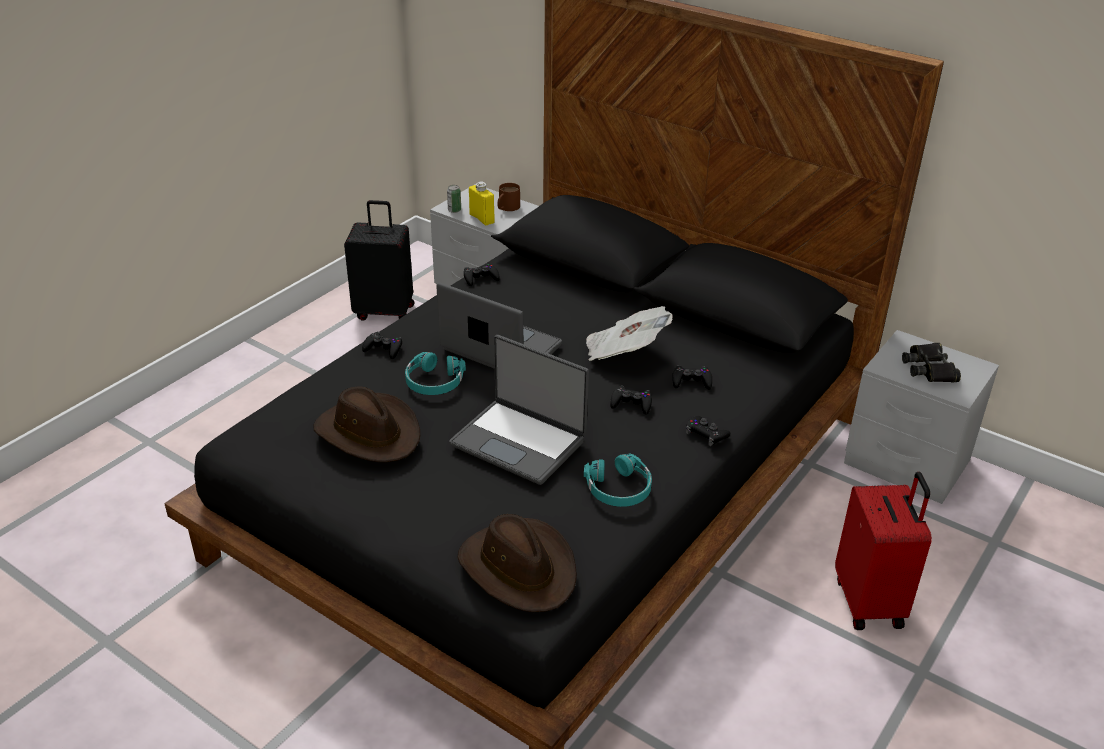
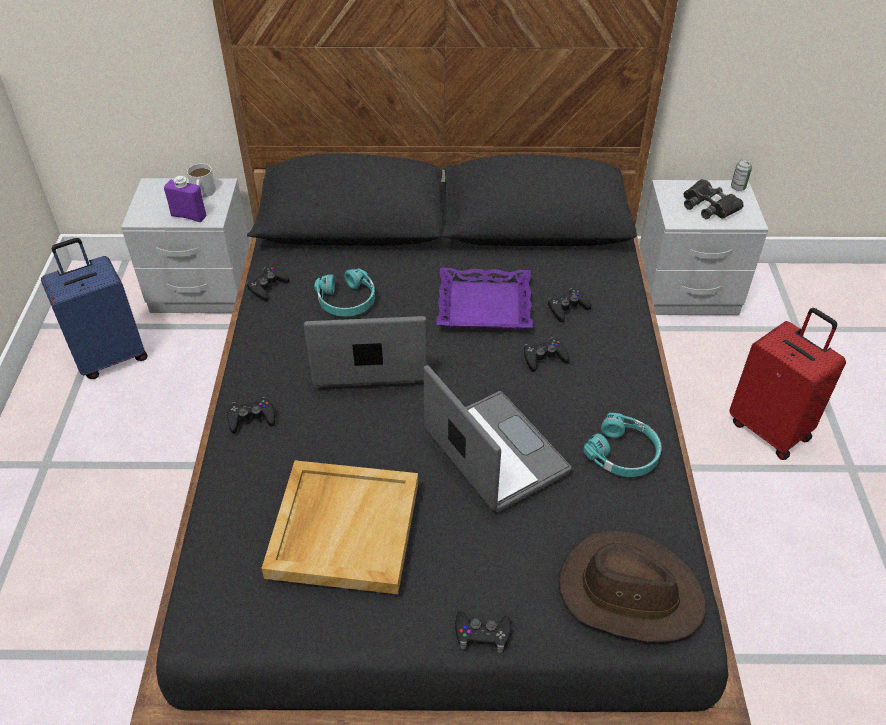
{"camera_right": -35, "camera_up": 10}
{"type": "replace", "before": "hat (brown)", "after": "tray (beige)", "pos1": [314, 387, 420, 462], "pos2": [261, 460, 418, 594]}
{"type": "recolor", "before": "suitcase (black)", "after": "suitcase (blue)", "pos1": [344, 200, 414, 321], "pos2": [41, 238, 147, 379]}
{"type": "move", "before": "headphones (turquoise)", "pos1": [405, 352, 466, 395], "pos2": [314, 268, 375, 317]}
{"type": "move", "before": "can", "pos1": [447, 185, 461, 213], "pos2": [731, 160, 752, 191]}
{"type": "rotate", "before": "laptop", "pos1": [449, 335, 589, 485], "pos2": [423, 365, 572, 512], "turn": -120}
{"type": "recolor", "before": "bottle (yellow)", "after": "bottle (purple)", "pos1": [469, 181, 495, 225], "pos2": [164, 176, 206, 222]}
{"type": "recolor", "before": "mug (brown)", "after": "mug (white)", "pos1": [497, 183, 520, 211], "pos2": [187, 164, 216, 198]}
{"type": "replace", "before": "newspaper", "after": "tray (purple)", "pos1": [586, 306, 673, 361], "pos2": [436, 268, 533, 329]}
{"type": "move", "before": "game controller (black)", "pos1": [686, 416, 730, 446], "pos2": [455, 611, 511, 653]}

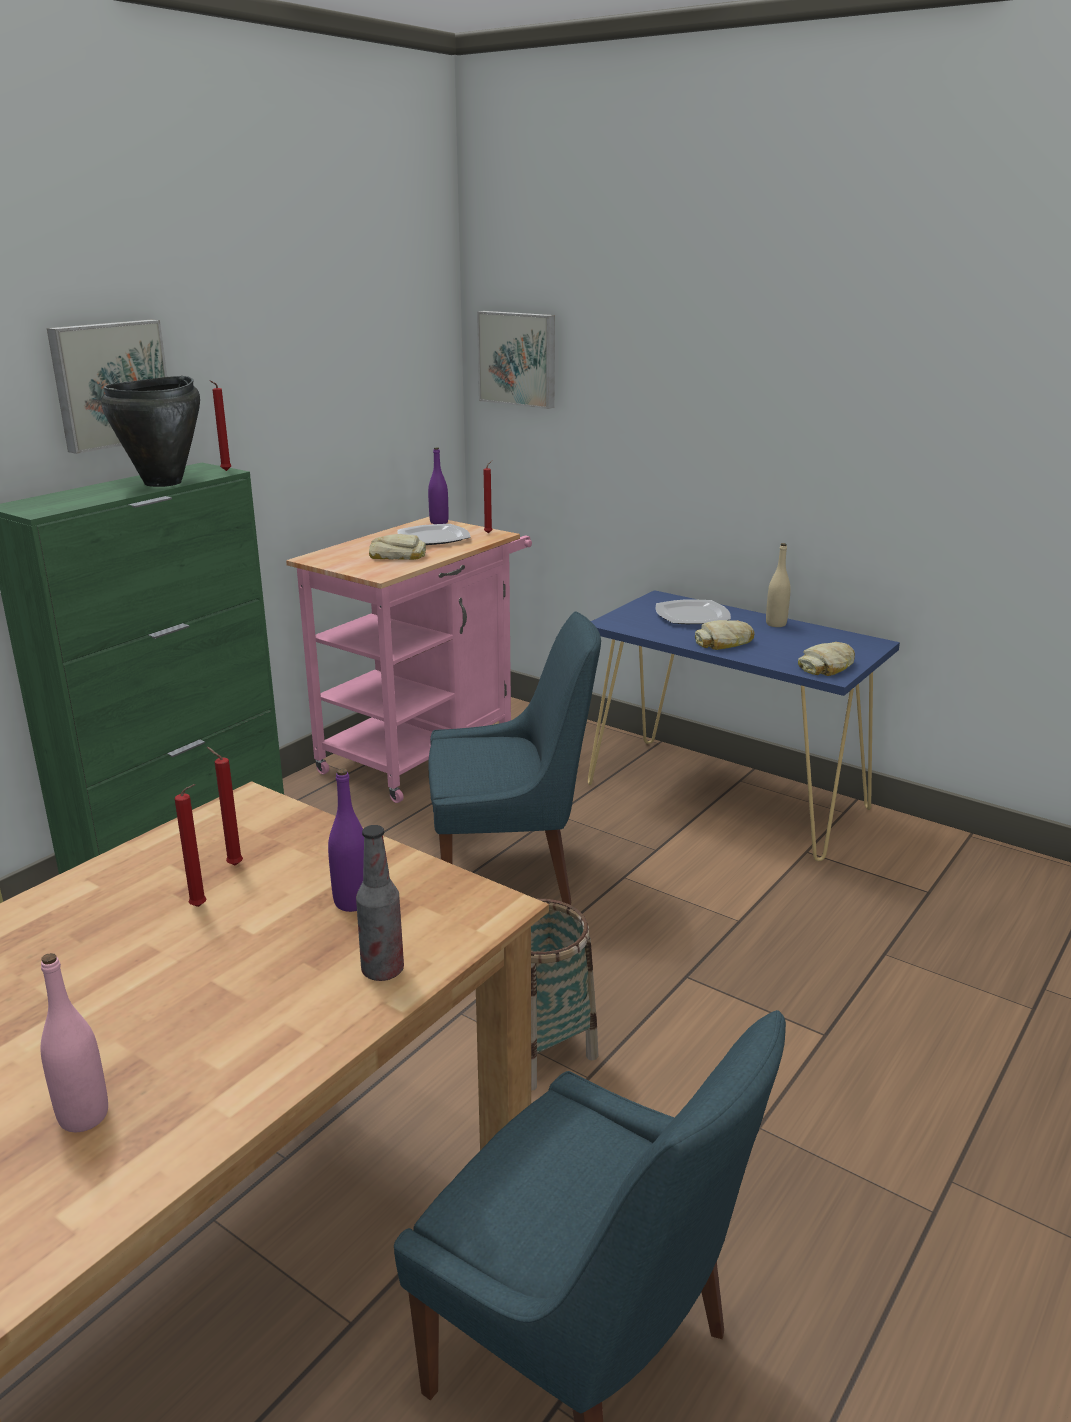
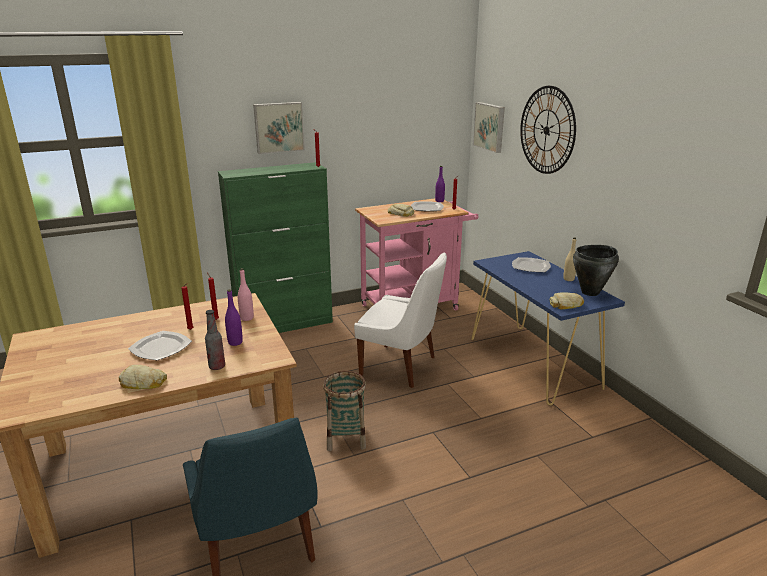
{"camera_right": 30, "camera_up": 0}
{"type": "move", "before": "bottle (pink)", "pos1": [41, 953, 108, 1132], "pos2": [238, 268, 254, 321]}
{"type": "move", "before": "cooking pot (black)", "pos1": [101, 376, 200, 487], "pos2": [573, 245, 619, 296]}
{"type": "recolor", "before": "chair (blue)", "after": "chair (white)", "pos1": [428, 611, 601, 905], "pos2": [354, 252, 447, 388]}
{"type": "move", "before": "bread", "pos1": [695, 620, 755, 650], "pos2": [119, 365, 167, 389]}
{"type": "insert", "after": "plate", "pos2": [128, 331, 192, 360]}
{"type": "insert", "after": "wall clock", "pos2": [520, 86, 576, 174]}

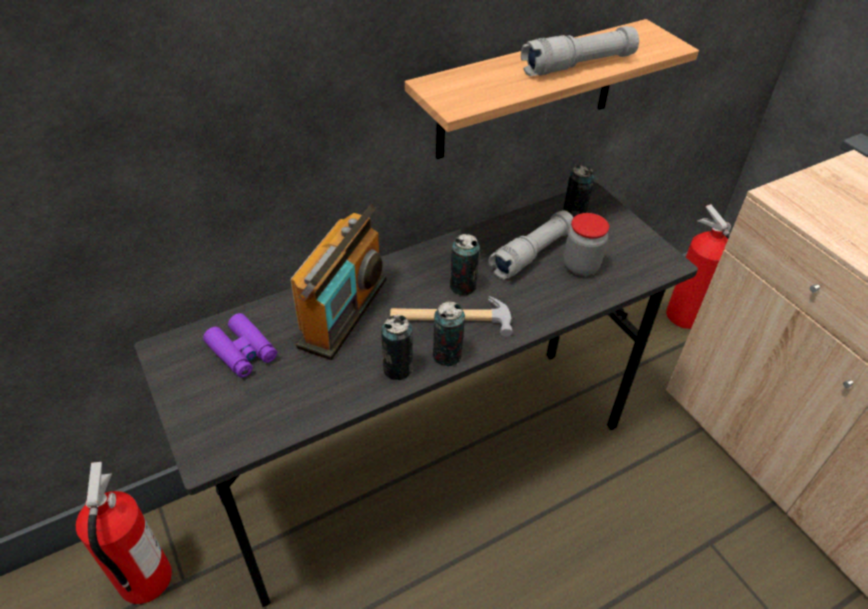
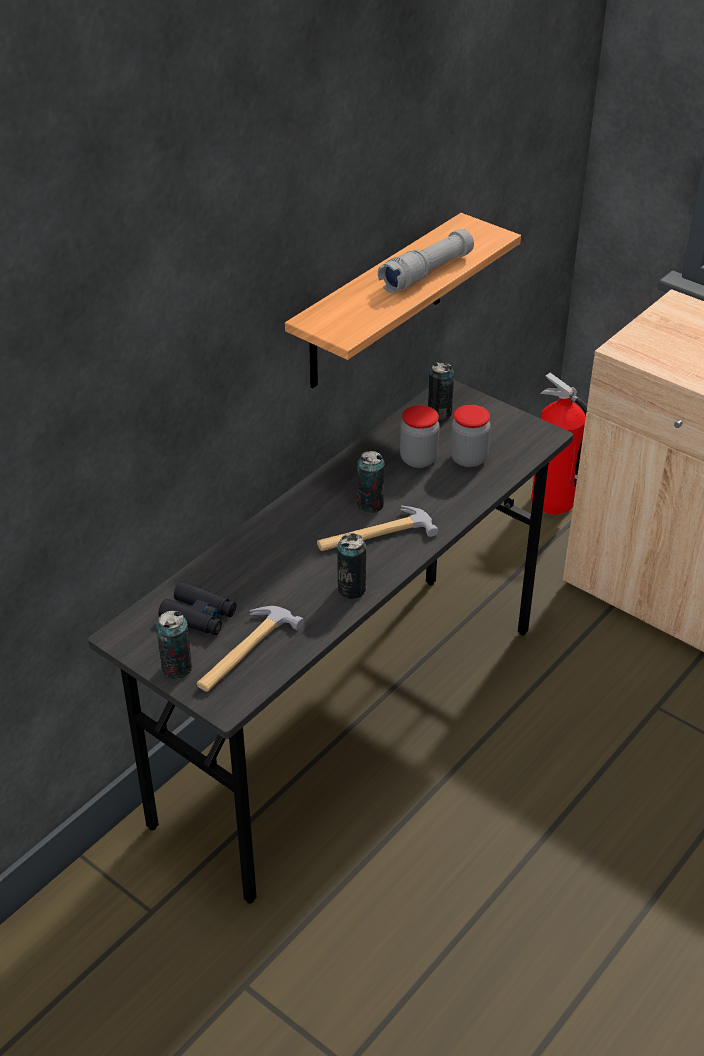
{"camera_right": -20, "camera_up": -5}
{"type": "delete", "before": "fire extinguisher", "pos1": [76, 462, 172, 604]}
{"type": "recolor", "before": "binoculars (purple)", "after": "binoculars (black)", "pos1": [203, 313, 277, 378], "pos2": [159, 581, 236, 636]}
{"type": "delete", "before": "radio", "pos1": [290, 204, 386, 360]}
{"type": "move", "before": "can", "pos1": [432, 302, 465, 367], "pos2": [156, 611, 192, 679]}
{"type": "replace", "before": "flashlight (grey)", "after": "jar", "pos1": [488, 210, 573, 280], "pos2": [400, 405, 440, 468]}
{"type": "insert", "after": "hammer", "pos2": [197, 606, 304, 692]}

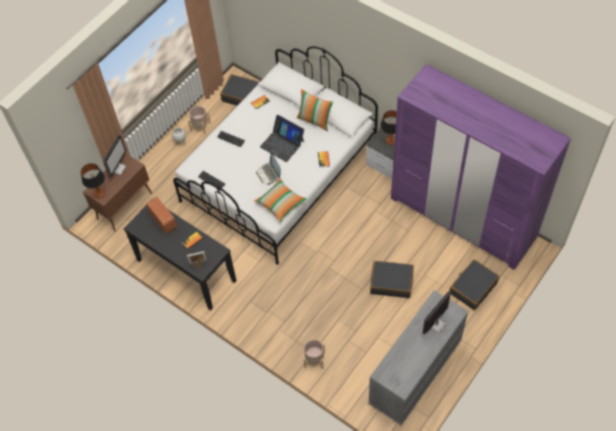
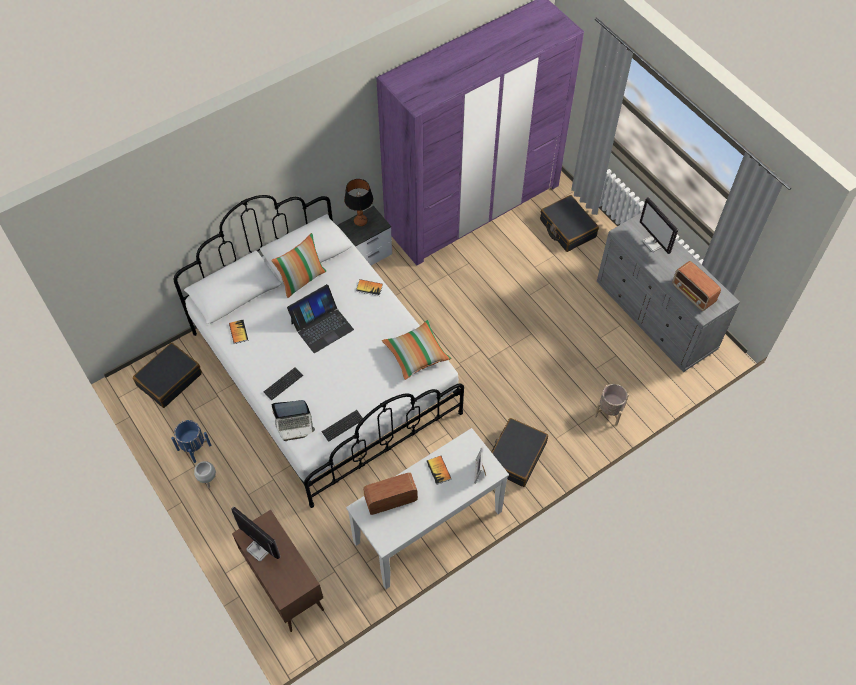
{"camera_right": -75, "camera_up": 0}
{"type": "delete", "before": "table lamp", "pos1": [81, 163, 105, 198]}
{"type": "recolor", "before": "console table (black)", "after": "console table (white)", "pos1": [124, 206, 237, 311], "pos2": [346, 428, 509, 589]}
{"type": "recolor", "before": "planter (beige)", "after": "planter (blue)", "pos1": [188, 106, 211, 135], "pos2": [171, 420, 211, 463]}
{"type": "move", "before": "laptop", "pos1": [256, 152, 281, 185], "pos2": [272, 400, 315, 441]}
{"type": "move", "before": "suitcase (black)", "pos1": [370, 261, 414, 298], "pos2": [491, 418, 548, 487]}
{"type": "insert", "after": "radio", "pos2": [672, 261, 721, 311]}

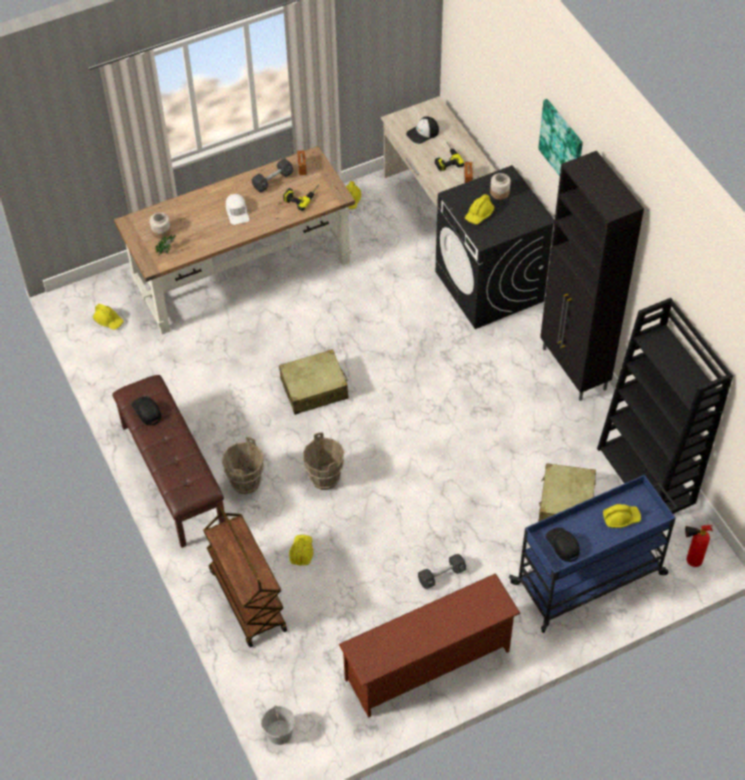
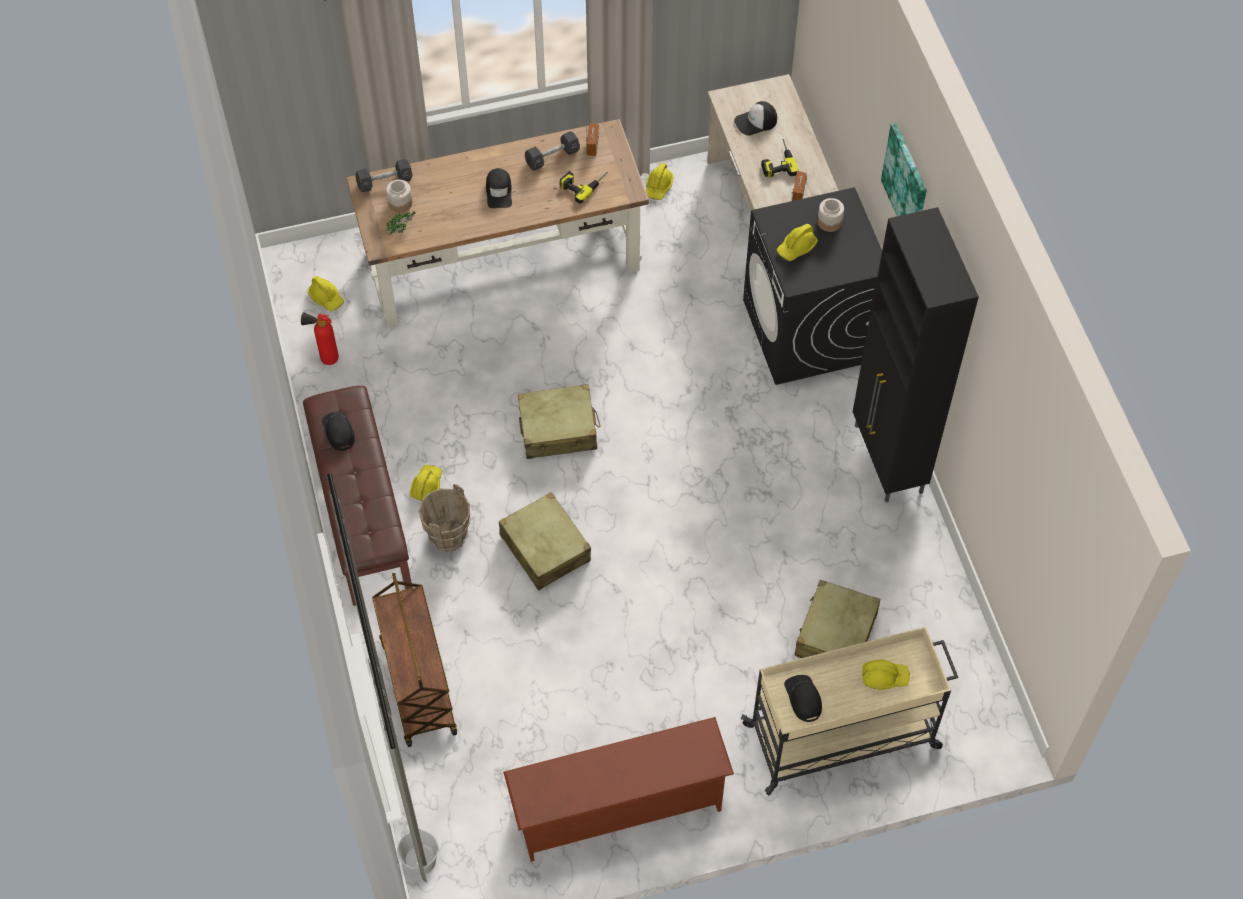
{"camera_right": 10, "camera_up": 5}
{"type": "recolor", "before": "cap (white)", "after": "cap (black)", "pos1": [226, 194, 249, 225], "pos2": [486, 168, 512, 208]}
{"type": "move", "before": "hard hat (yellow)", "pos1": [289, 535, 313, 565], "pos2": [410, 465, 442, 501]}
{"type": "replace", "before": "bucket (brown)", "after": "suitcase (beige)", "pos1": [303, 432, 344, 490], "pos2": [499, 492, 591, 591]}
{"type": "move", "before": "dumbbell (black)", "pos1": [418, 554, 466, 589], "pos2": [355, 159, 412, 192]}
{"type": "recolor", "before": "cart (blue)", "after": "cart (beige)", "pos1": [509, 475, 678, 633], "pos2": [741, 627, 958, 795]}
{"type": "delete", "before": "bookcase (black)", "pos1": [597, 298, 733, 514]}
{"type": "move", "before": "fire extinguisher", "pos1": [685, 525, 713, 567], "pos2": [301, 312, 339, 365]}

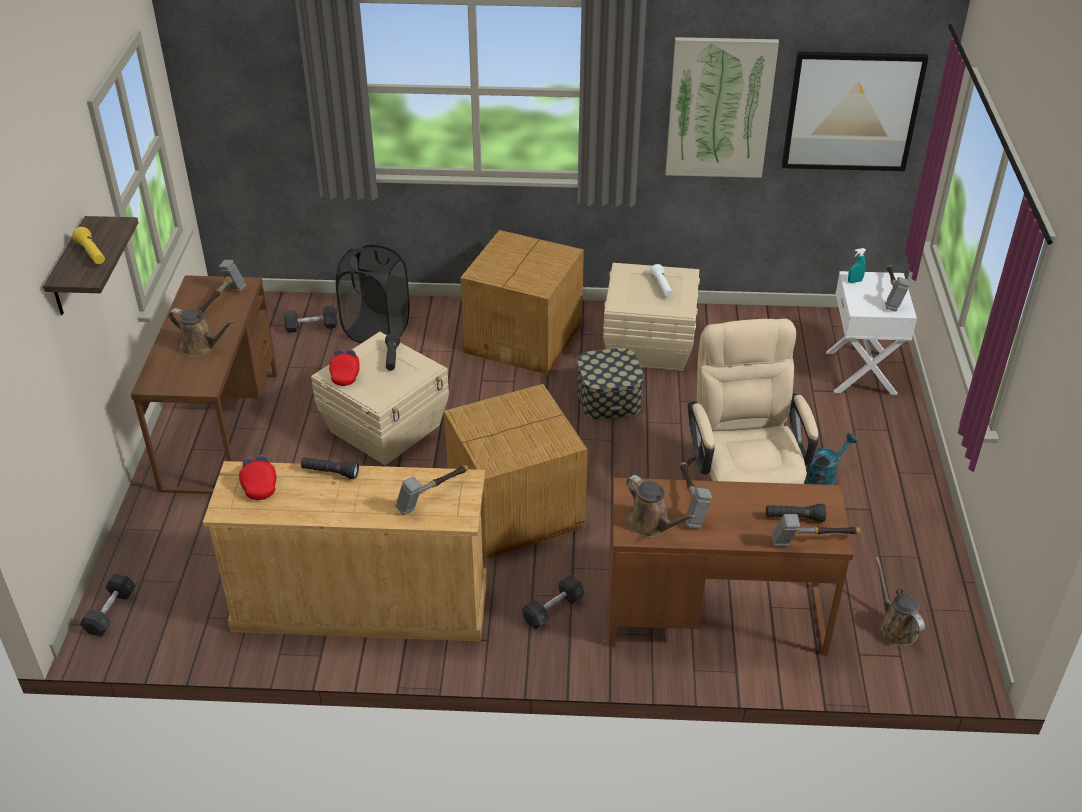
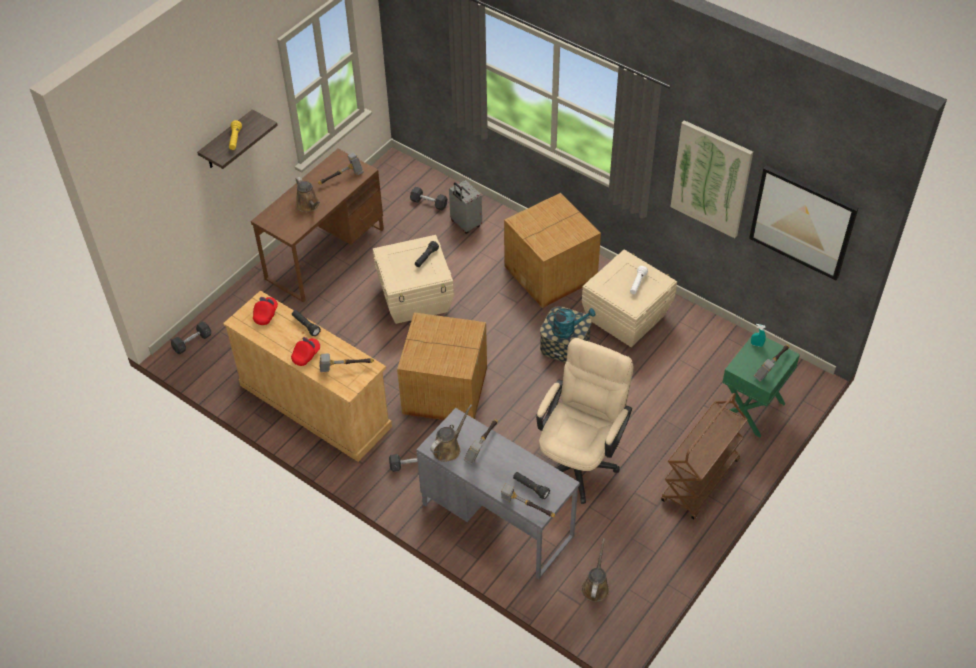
{"camera_right": 35, "camera_up": 10}
{"type": "move", "before": "cap (red)", "pos1": [329, 349, 360, 386], "pos2": [291, 337, 320, 366]}
{"type": "replace", "before": "laundry basket (black)", "after": "suitcase (grey)", "pos1": [336, 244, 410, 343], "pos2": [449, 180, 482, 234]}
{"type": "recolor", "before": "desk (brown)", "after": "desk (grey)", "pos1": [609, 478, 854, 655], "pos2": [416, 408, 580, 579]}
{"type": "rotate", "before": "watering can (brown)", "pos1": [626, 475, 696, 537], "pos2": [430, 405, 472, 462], "turn": -135}
{"type": "move", "before": "watering can (turquoise)", "pos1": [804, 433, 858, 485], "pos2": [547, 308, 595, 338]}
{"type": "recolor", "before": "nightstand (white)", "after": "nightstand (green)", "pos1": [826, 271, 917, 395], "pos2": [722, 332, 800, 437]}
{"type": "insert", "after": "cart (brown)", "pos2": [661, 393, 748, 519]}

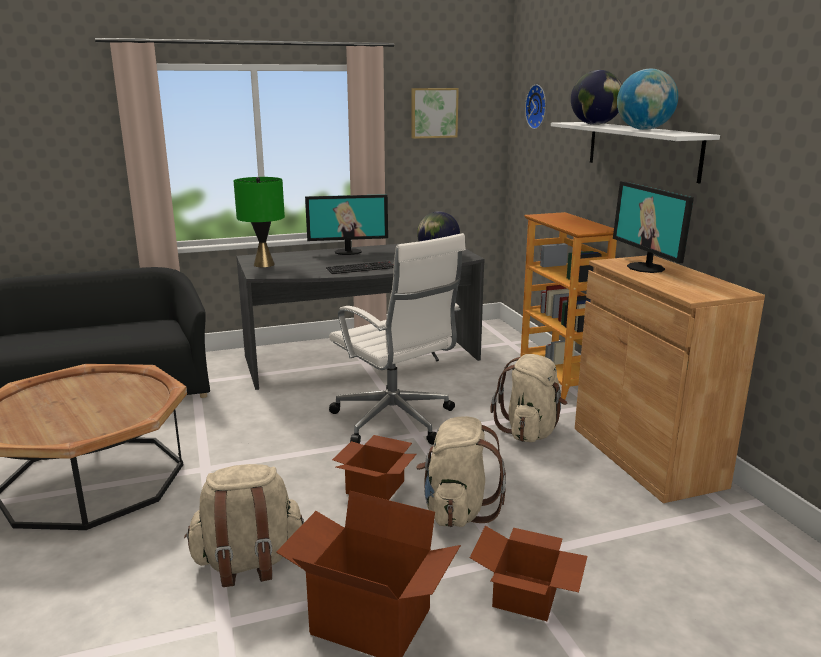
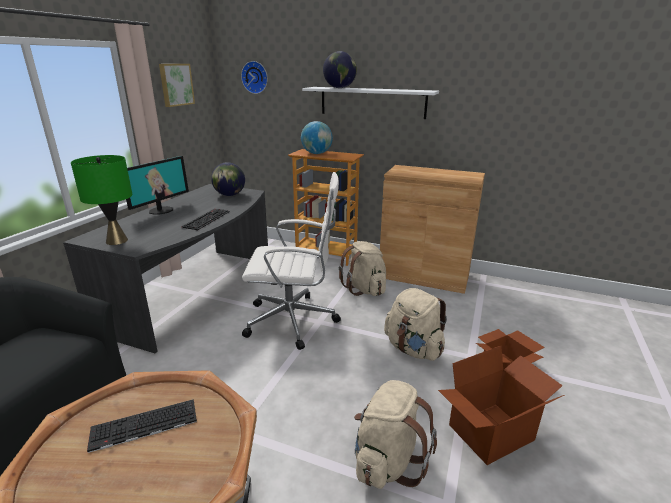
{"camera_right": -50, "camera_up": 5}
{"type": "delete", "before": "cardboard box", "pos1": [332, 435, 417, 500]}
{"type": "delete", "before": "monitor", "pos1": [613, 181, 694, 273]}
{"type": "move", "before": "globe", "pos1": [617, 69, 678, 130], "pos2": [301, 121, 333, 154]}
{"type": "insert", "after": "keyboard", "pos2": [87, 399, 197, 453]}

